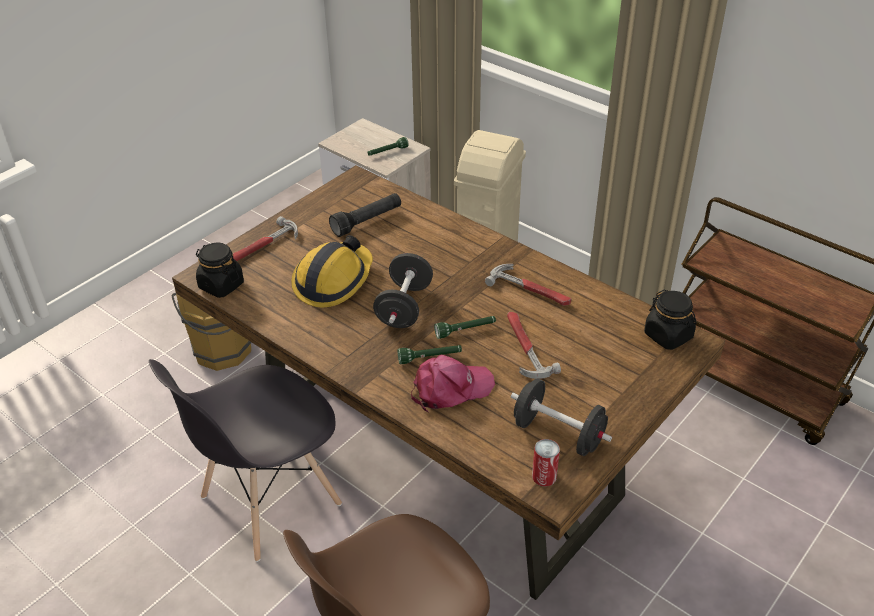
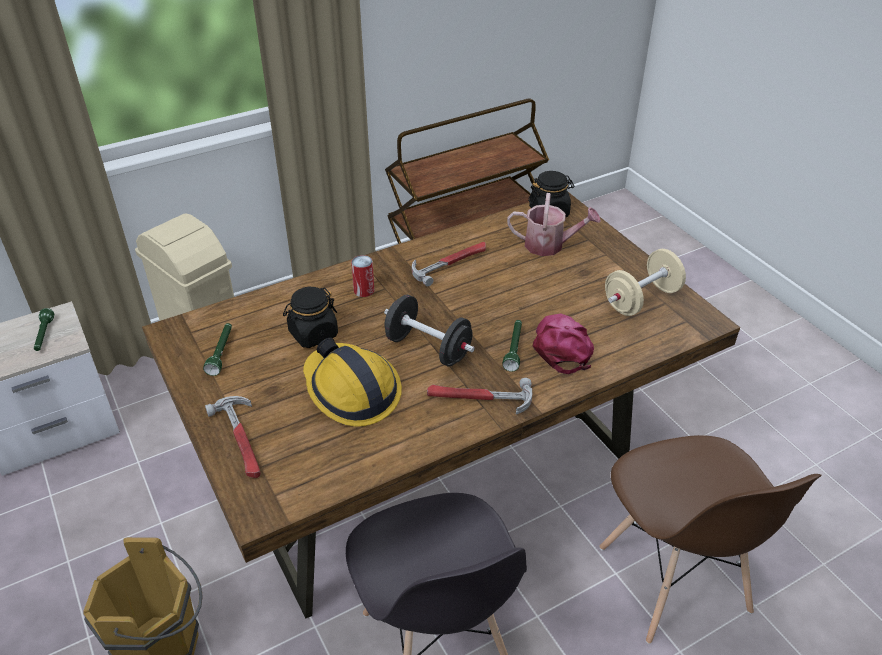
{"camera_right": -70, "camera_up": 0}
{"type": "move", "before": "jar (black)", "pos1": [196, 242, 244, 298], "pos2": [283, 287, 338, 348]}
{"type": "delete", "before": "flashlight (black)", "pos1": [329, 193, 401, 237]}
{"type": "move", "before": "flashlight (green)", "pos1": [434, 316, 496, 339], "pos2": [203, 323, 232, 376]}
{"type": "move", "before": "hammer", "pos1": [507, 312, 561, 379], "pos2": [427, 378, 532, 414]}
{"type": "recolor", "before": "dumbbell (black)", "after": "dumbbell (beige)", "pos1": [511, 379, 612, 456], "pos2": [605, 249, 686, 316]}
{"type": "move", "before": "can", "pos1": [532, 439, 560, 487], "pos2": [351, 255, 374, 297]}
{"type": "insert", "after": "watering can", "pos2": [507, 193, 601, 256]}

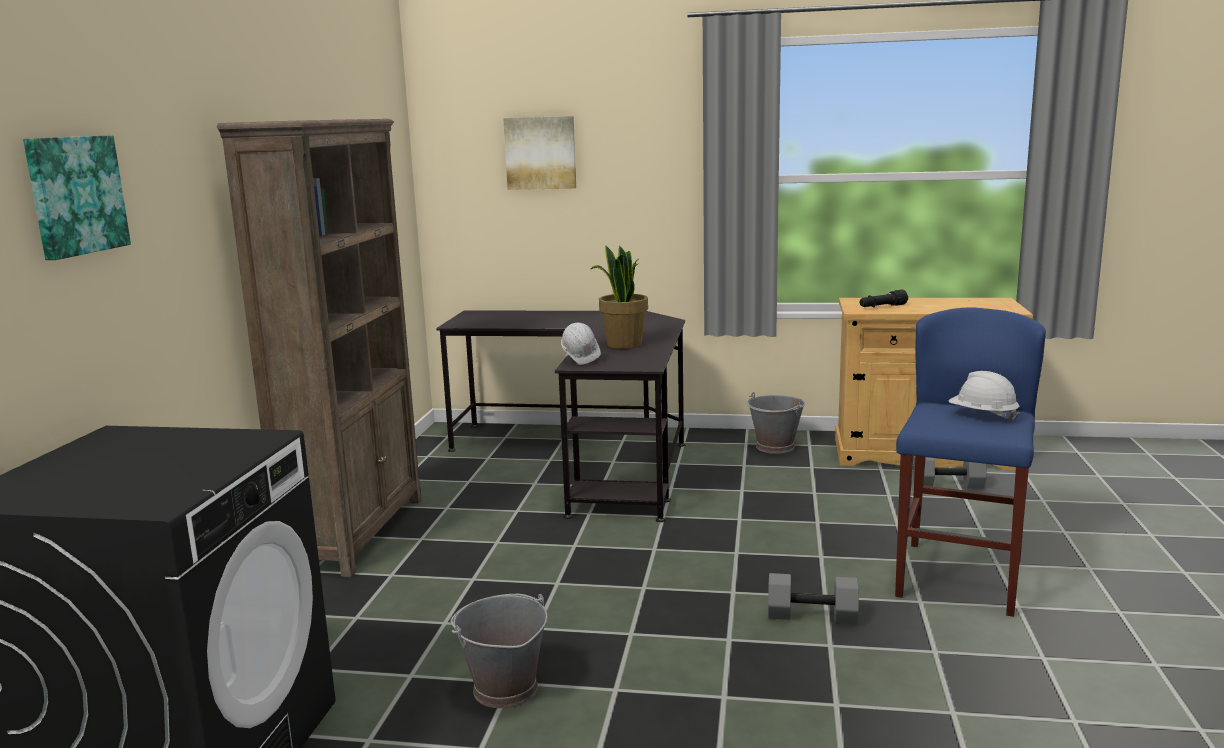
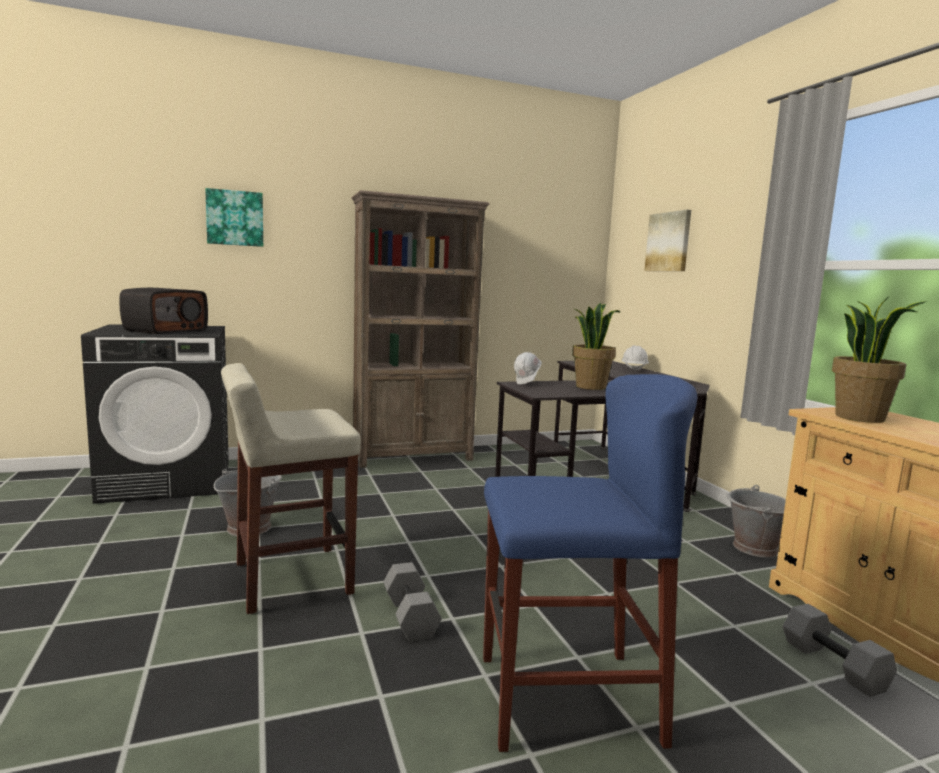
{"camera_right": 60, "camera_up": -5}
{"type": "replace", "before": "flashlight (black)", "after": "potted plant", "pos1": [859, 290, 908, 307], "pos2": [832, 297, 927, 423]}
{"type": "move", "before": "hard hat (white)", "pos1": [949, 371, 1020, 422], "pos2": [621, 345, 649, 371]}
{"type": "insert", "after": "radio", "pos2": [119, 288, 208, 334]}
{"type": "insert", "after": "stool (beige)", "pos2": [221, 363, 361, 614]}

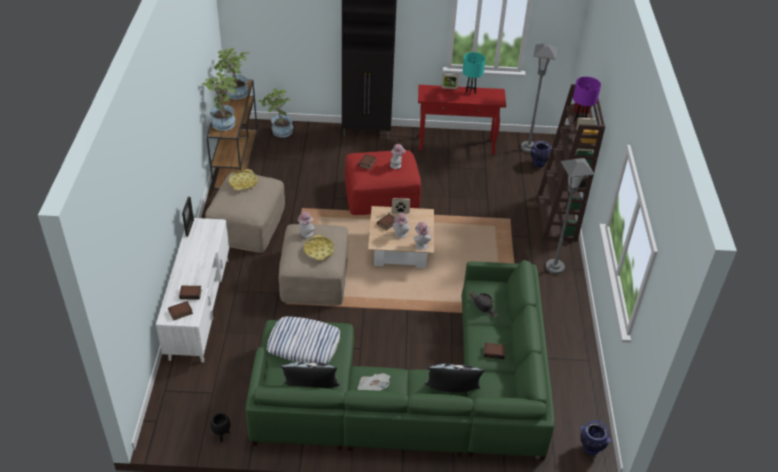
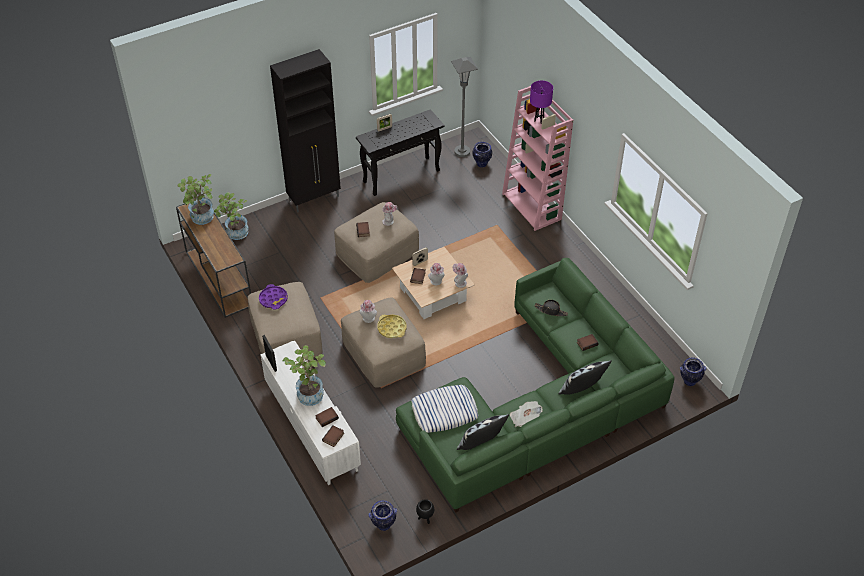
{"camera_right": -30, "camera_up": 5}
{"type": "move", "before": "potted plant", "pos1": [202, 72, 238, 131], "pos2": [283, 345, 326, 406]}
{"type": "recolor", "before": "tray (yellow)", "after": "tray (purple)", "pos1": [229, 169, 258, 191], "pos2": [259, 284, 288, 309]}
{"type": "recolor", "before": "ottoman (red)", "after": "ottoman (beige)", "pos1": [345, 150, 421, 215], "pos2": [334, 202, 419, 283]}
{"type": "recolor", "before": "console table (red)", "after": "console table (black)", "pos1": [418, 85, 506, 154], "pos2": [356, 109, 445, 196]}
{"type": "delete", "before": "table lamp (turquoise)", "pos1": [463, 52, 486, 95]}
{"type": "recolor", "before": "bookcase (brown)", "after": "bookcase (pink)", "pos1": [537, 84, 605, 241], "pos2": [502, 86, 573, 231]}
{"type": "delete", "before": "floor lamp (grey)", "pos1": [546, 158, 595, 274]}
{"type": "insert", "after": "vase", "pos2": [368, 500, 397, 531]}

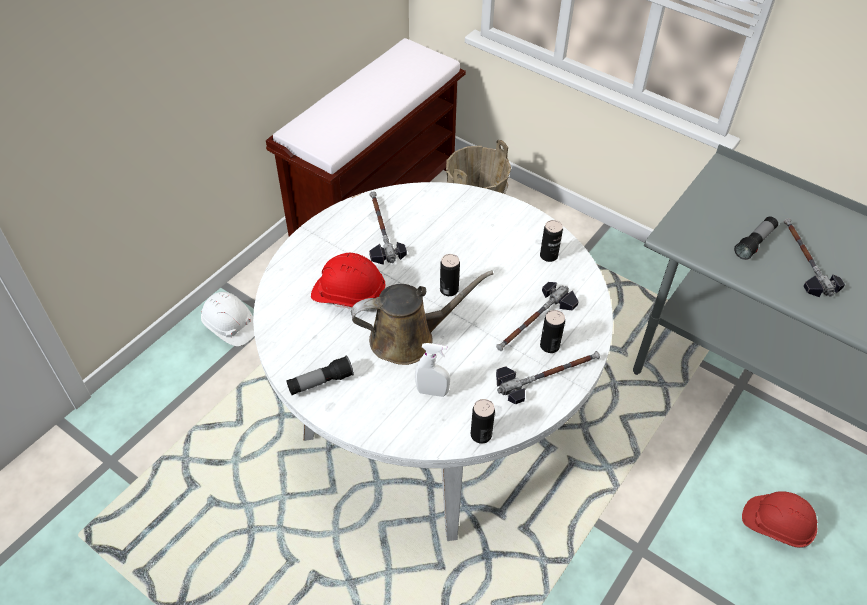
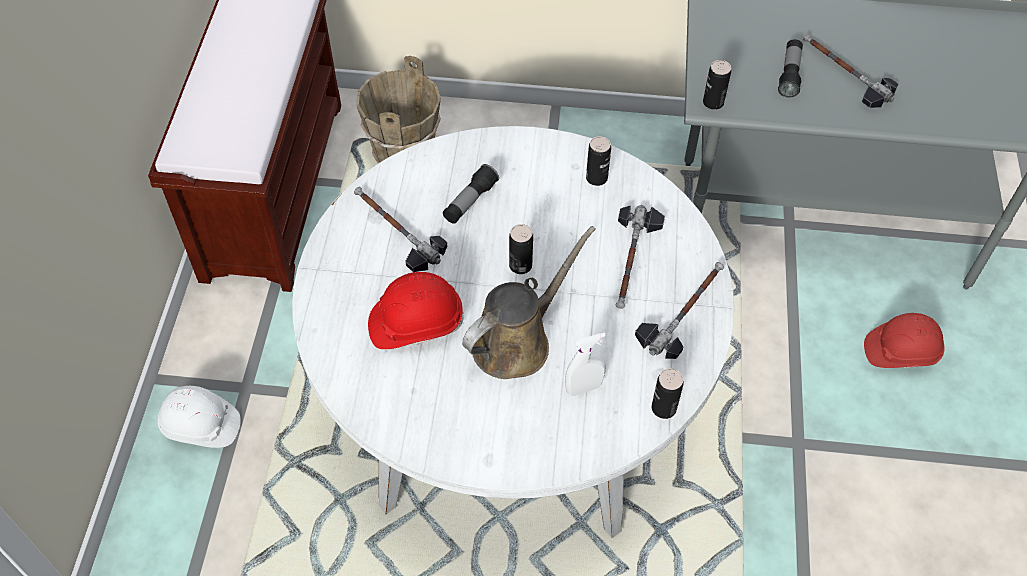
{"camera_right": -30, "camera_up": 5}
{"type": "move", "before": "flashlight", "pos1": [286, 356, 354, 395], "pos2": [443, 164, 499, 224]}
{"type": "move", "before": "can", "pos1": [540, 310, 565, 353], "pos2": [703, 60, 731, 110]}

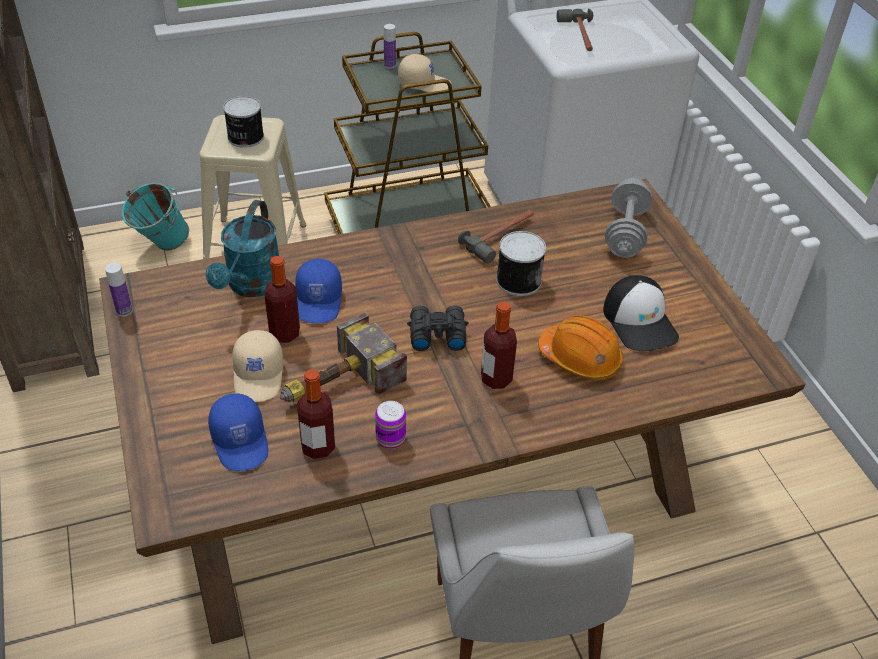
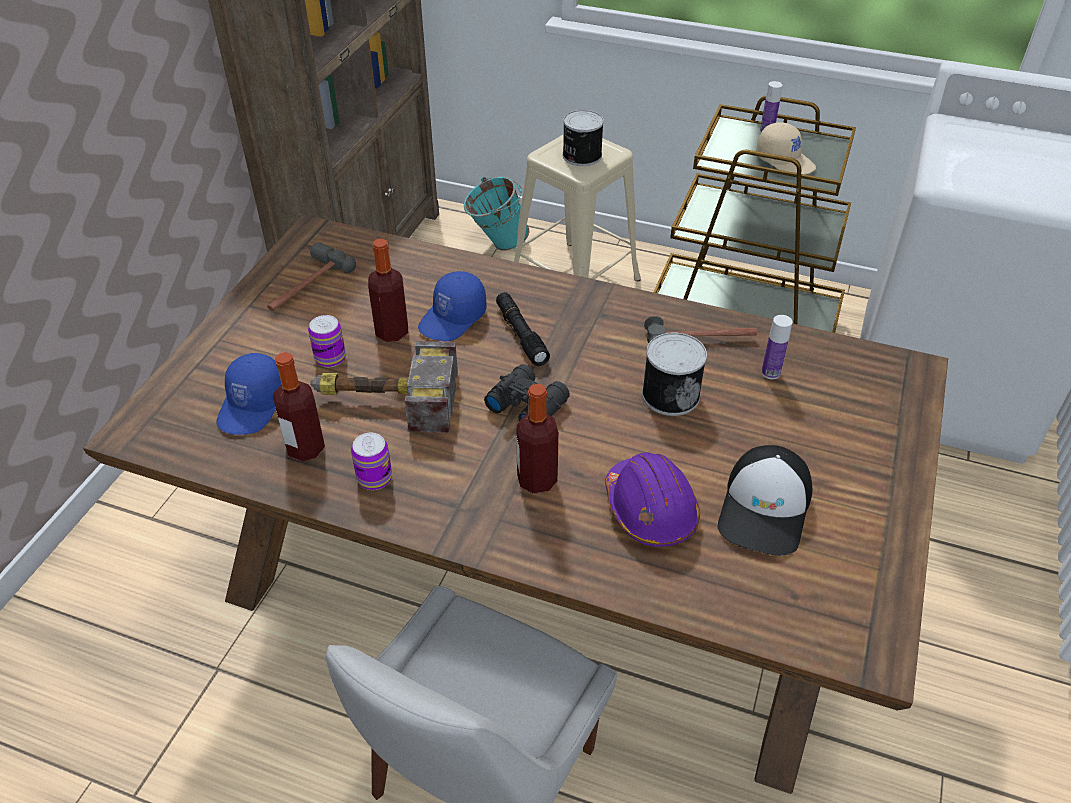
{"camera_right": 40, "camera_up": 0}
{"type": "move", "before": "bottle", "pos1": [105, 263, 133, 316], "pos2": [761, 315, 792, 379]}
{"type": "delete", "before": "watering can (turquoise)", "pos1": [206, 200, 279, 297]}
{"type": "replace", "before": "cap (beige)", "after": "can", "pos1": [232, 330, 284, 402], "pos2": [308, 315, 346, 367]}
{"type": "recolor", "before": "hard hat (orange)", "after": "hard hat (purple)", "pos1": [538, 316, 624, 380], "pos2": [605, 453, 700, 547]}
{"type": "move", "before": "hammer", "pos1": [557, 9, 593, 51], "pos2": [267, 242, 356, 311]}
{"type": "delete", "before": "dumbbell (grey)", "pos1": [605, 178, 653, 258]}
{"type": "insert", "after": "flashlight (black)", "pos2": [496, 292, 550, 366]}

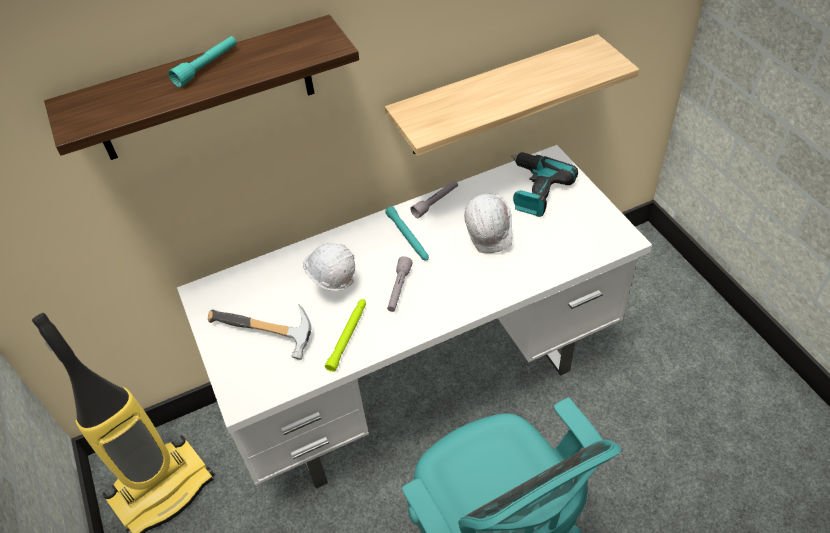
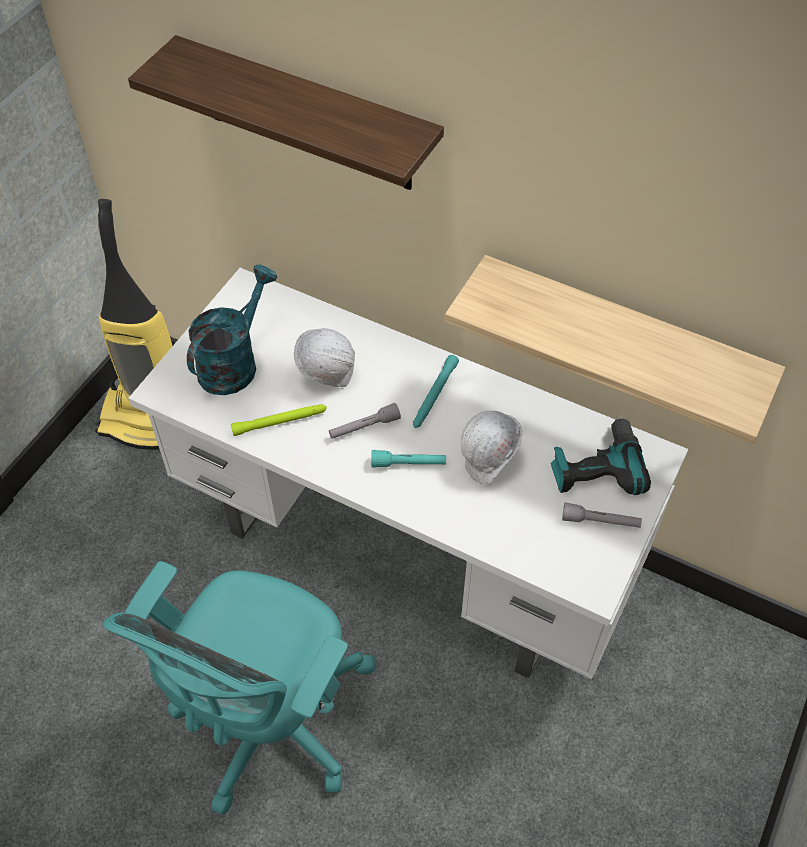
{"camera_right": 50, "camera_up": 5}
{"type": "move", "before": "flashlight (turquoise)", "pos1": [168, 36, 237, 87], "pos2": [371, 450, 446, 468]}
{"type": "replace", "before": "hammer", "after": "watering can (turquoise)", "pos1": [208, 305, 311, 360], "pos2": [187, 265, 277, 395]}
{"type": "move", "before": "flashlight (grey)", "pos1": [410, 180, 458, 218], "pos2": [562, 503, 642, 528]}

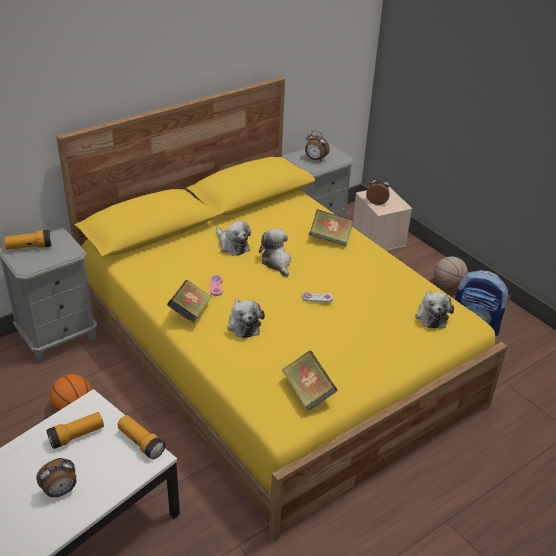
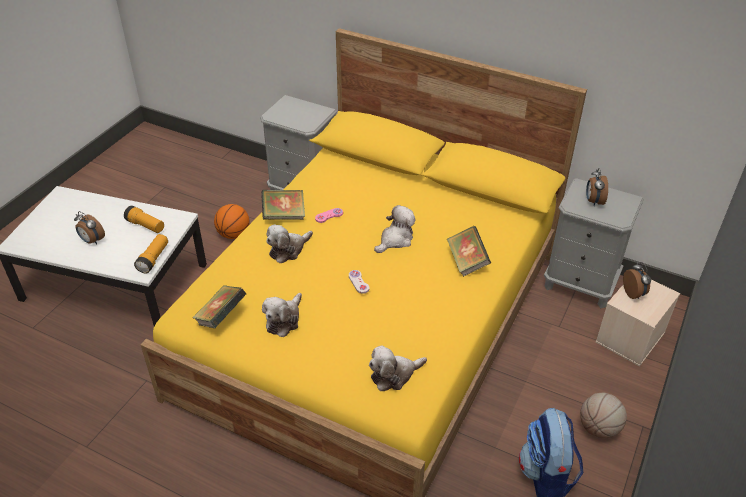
{"camera_right": 65, "camera_up": 5}
{"type": "delete", "before": "flashlight", "pos1": [4, 230, 51, 250]}
{"type": "move", "before": "plush toy", "pos1": [216, 221, 251, 256], "pos2": [262, 293, 302, 337]}

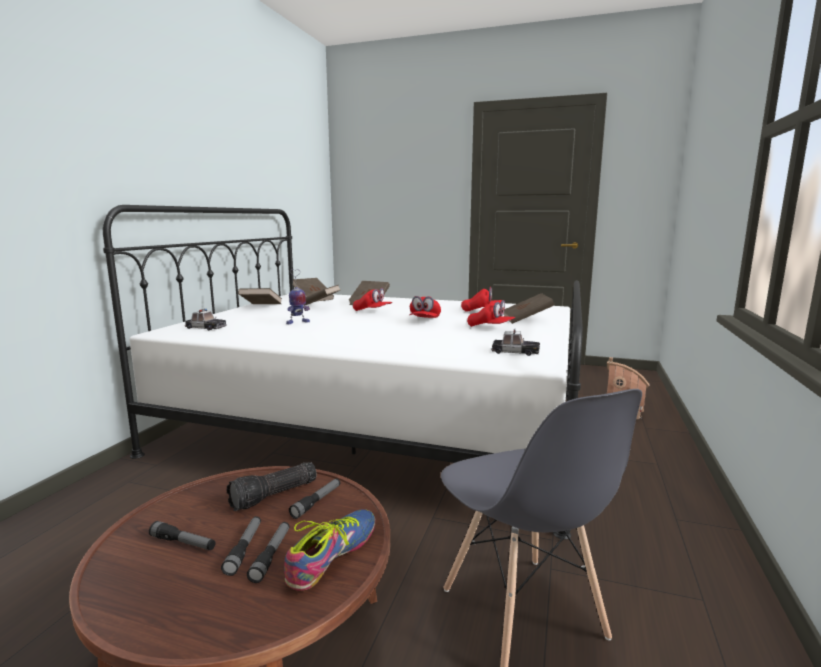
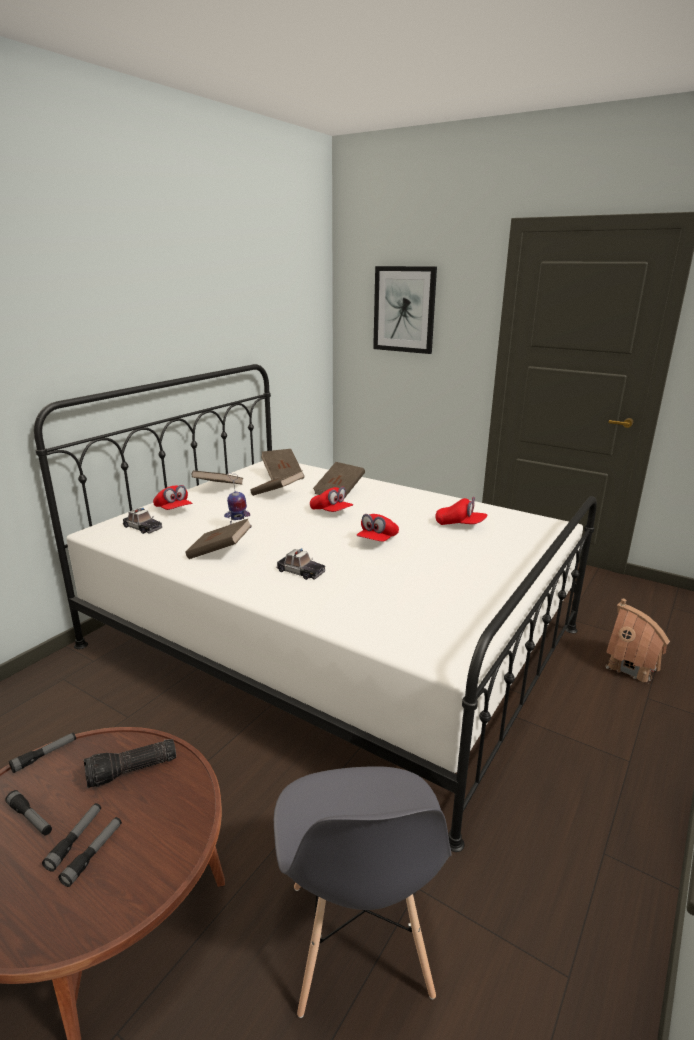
{"camera_right": 15, "camera_up": 10}
{"type": "delete", "before": "shoe", "pos1": [284, 509, 375, 591]}
{"type": "move", "before": "flashlight", "pos1": [289, 478, 340, 519], "pos2": [9, 732, 76, 773]}
{"type": "move", "before": "cap (red)", "pos1": [467, 300, 516, 327], "pos2": [153, 485, 192, 510]}
{"type": "move", "before": "toy car", "pos1": [491, 328, 540, 356], "pos2": [276, 548, 325, 580]}
{"type": "move", "before": "book (brown)", "pos1": [504, 293, 554, 324], "pos2": [185, 519, 252, 559]}
{"type": "insert", "after": "picture", "pos2": [373, 266, 437, 354]}

